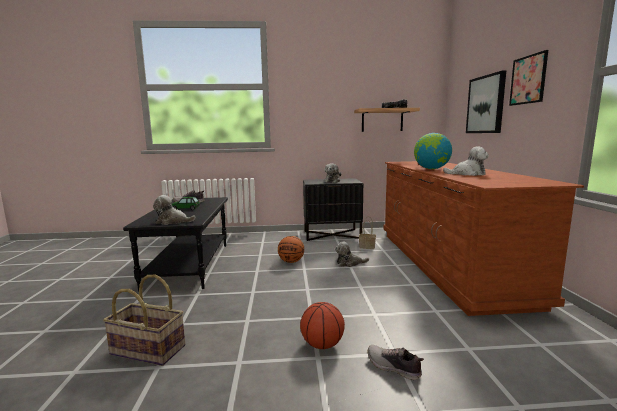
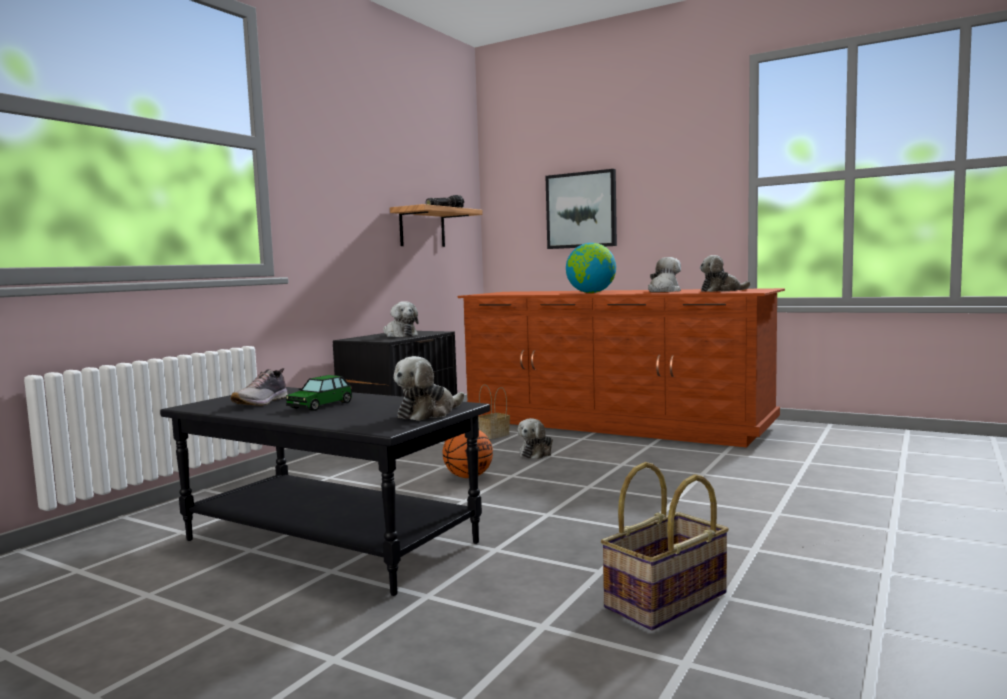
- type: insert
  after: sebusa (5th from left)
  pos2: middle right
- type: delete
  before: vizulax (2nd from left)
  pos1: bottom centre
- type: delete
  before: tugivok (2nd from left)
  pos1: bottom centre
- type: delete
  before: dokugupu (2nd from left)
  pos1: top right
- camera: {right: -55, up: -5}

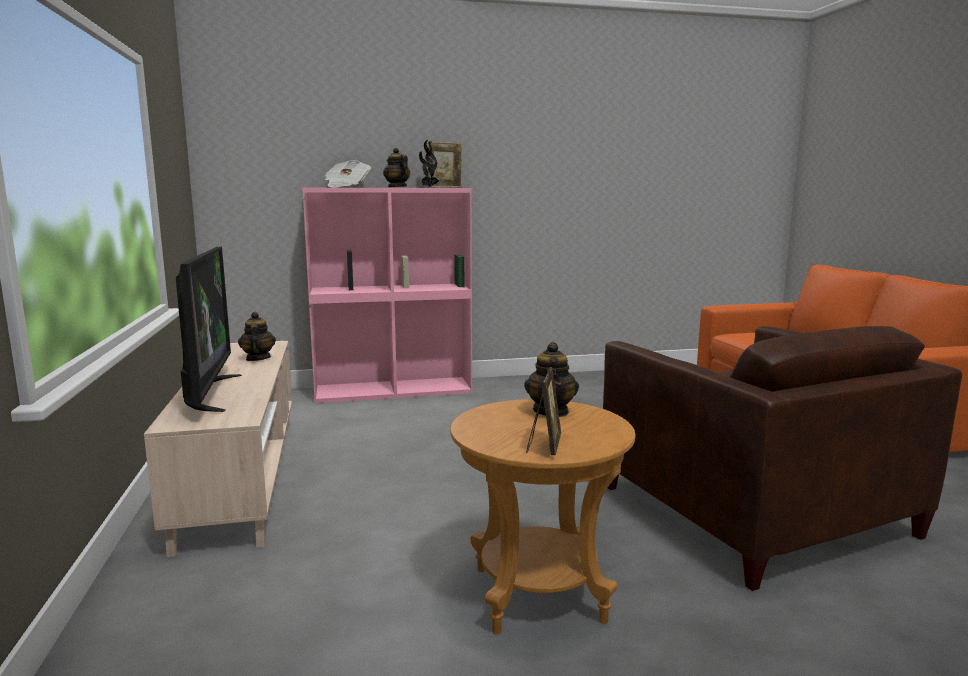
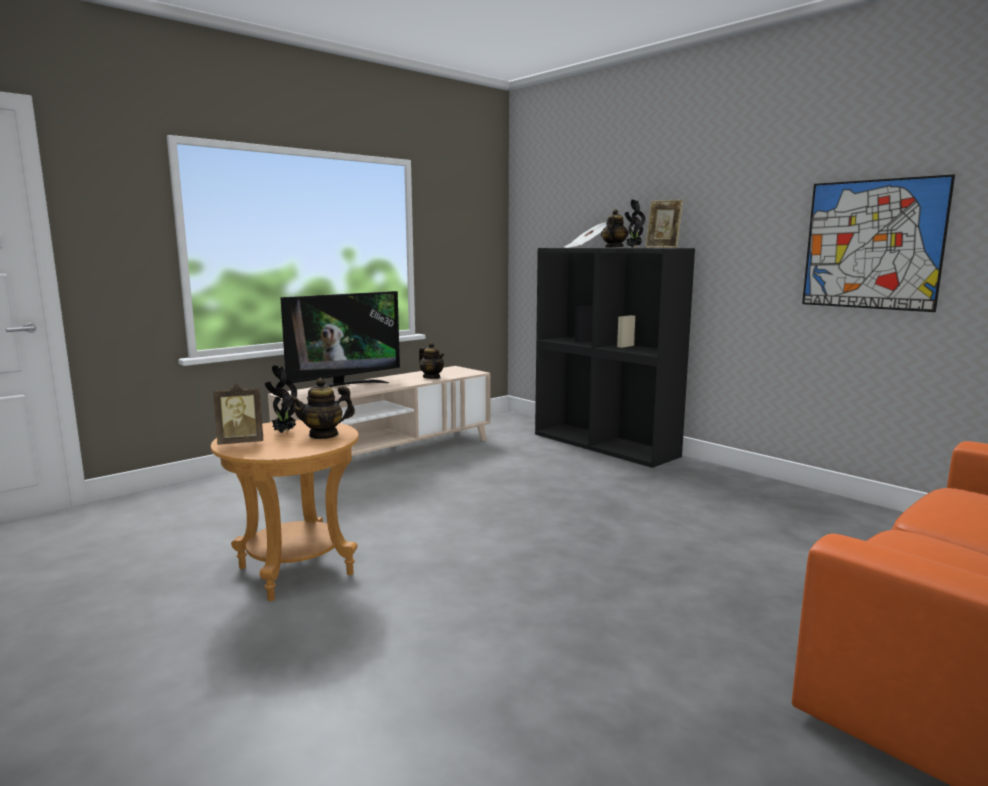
- type: insert
  after: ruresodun (1st from left)
  pos2: middle left
- type: rotate
  before: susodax (1st from left in the first image)
  pos1: middle left
  pos2: centre
  turn: 90
- type: recolor
  before: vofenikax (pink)
  after: vofenikax (black)
  pos1: centre
  pos2: centre
- type: insert
  after: dokugupu
  pos2: top right
- type: delete
  before: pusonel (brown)
  pos1: bottom right
- camera: {right: 60, up: 0}

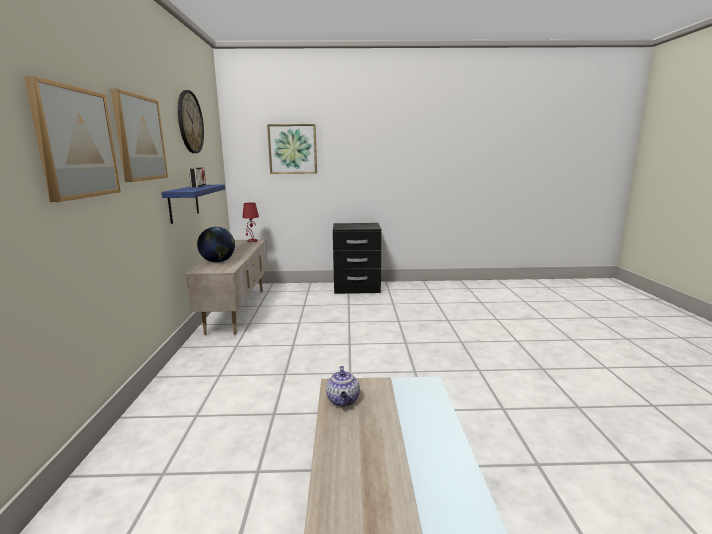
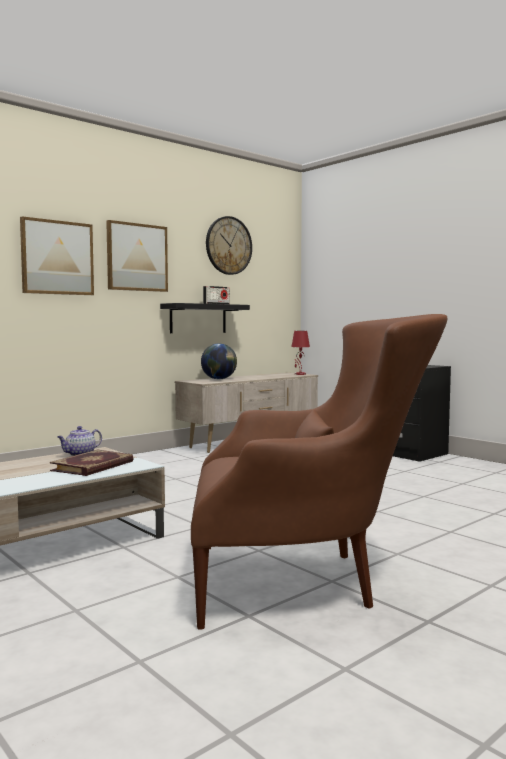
- type: insert
  after: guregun
  pos2: middle left
- type: recolor
  before: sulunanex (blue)
  after: sulunanex (black)
  pos1: middle left
  pos2: centre
- type: insert
  after: pusonel (brown)
  pos2: centre
- type: delete
  before: dokugupu (3rd from left)
  pos1: top centre
- camera: {right: 50, up: -10}

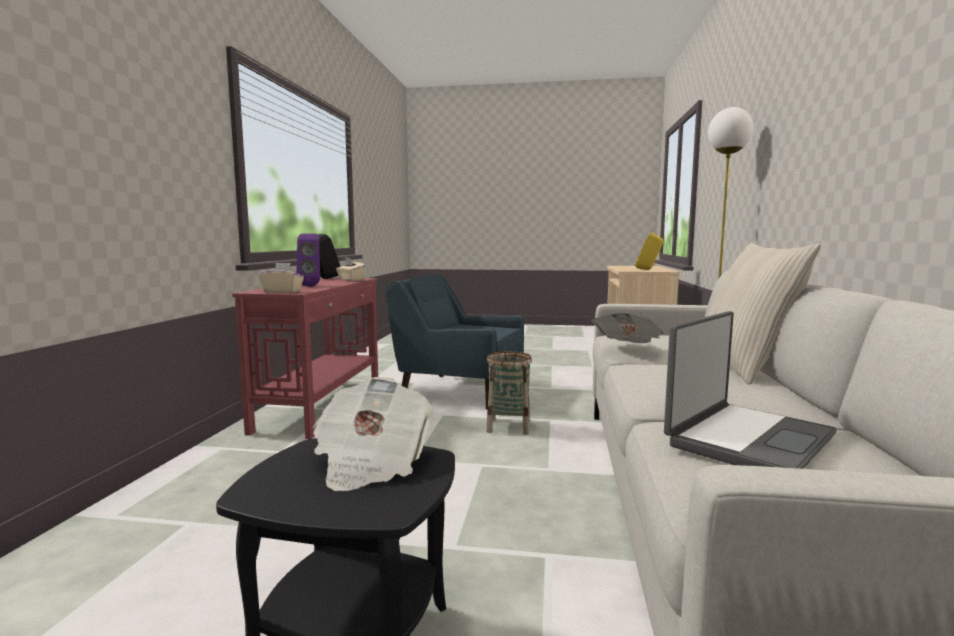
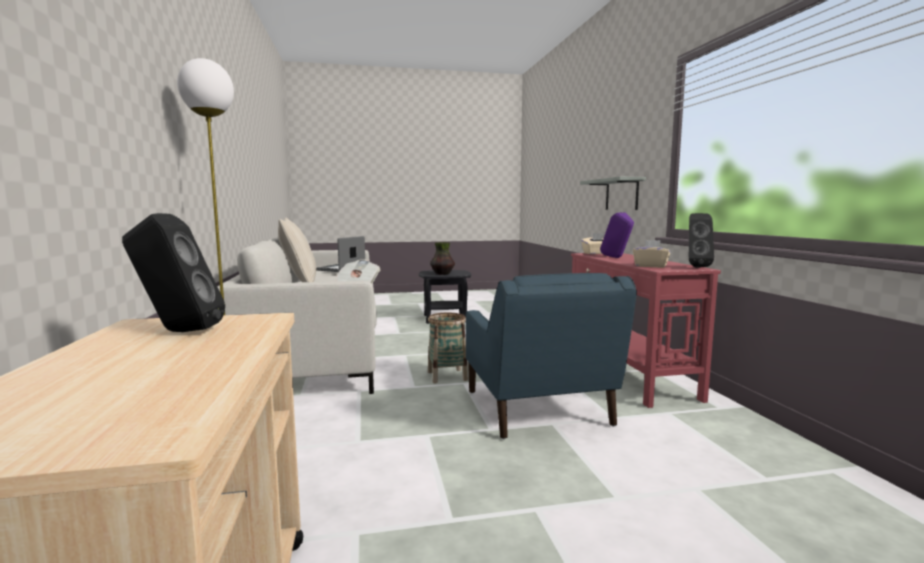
- type: recolor
  before: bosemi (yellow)
  after: bosemi (black) (1st from left)
  pos1: middle right
  pos2: middle left
- type: replace
  before: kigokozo (1st from left)
  after: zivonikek
  pos1: bottom centre
  pos2: centre
- type: rotate
  before: pusonel (blue)
  pos1: centre
  pos2: centre
  turn: 75
- type: insert
  after: sulunanex (grey)
  pos2: centre
- camera: {right: 160, up: 0}

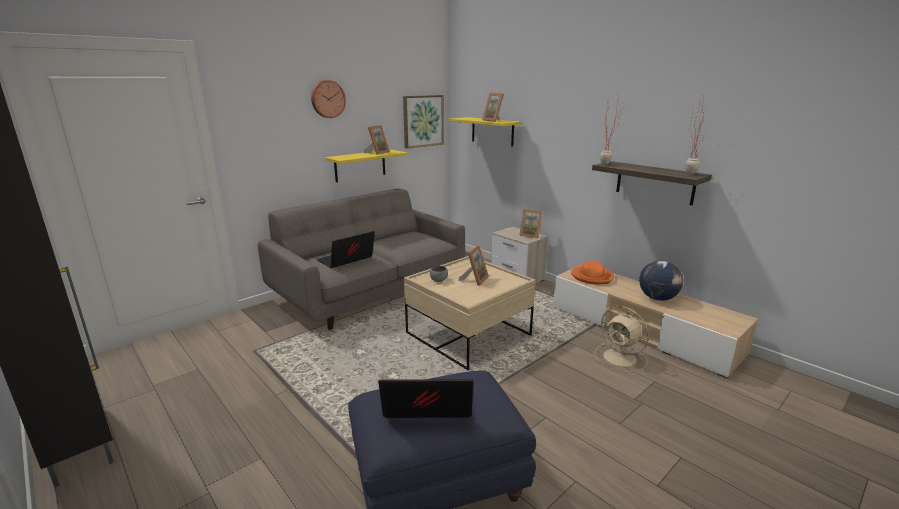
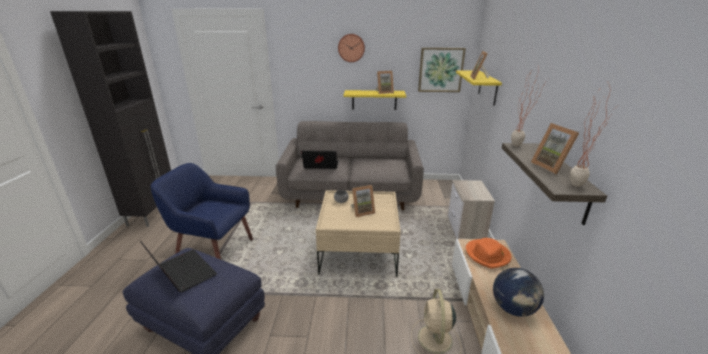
- type: insert
  after: pusonel (blue)
  pos2: middle left
- type: move
  before: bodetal (4th from left)
  pos1: centre
  pos2: middle right
- camera: {right: 45, up: 5}

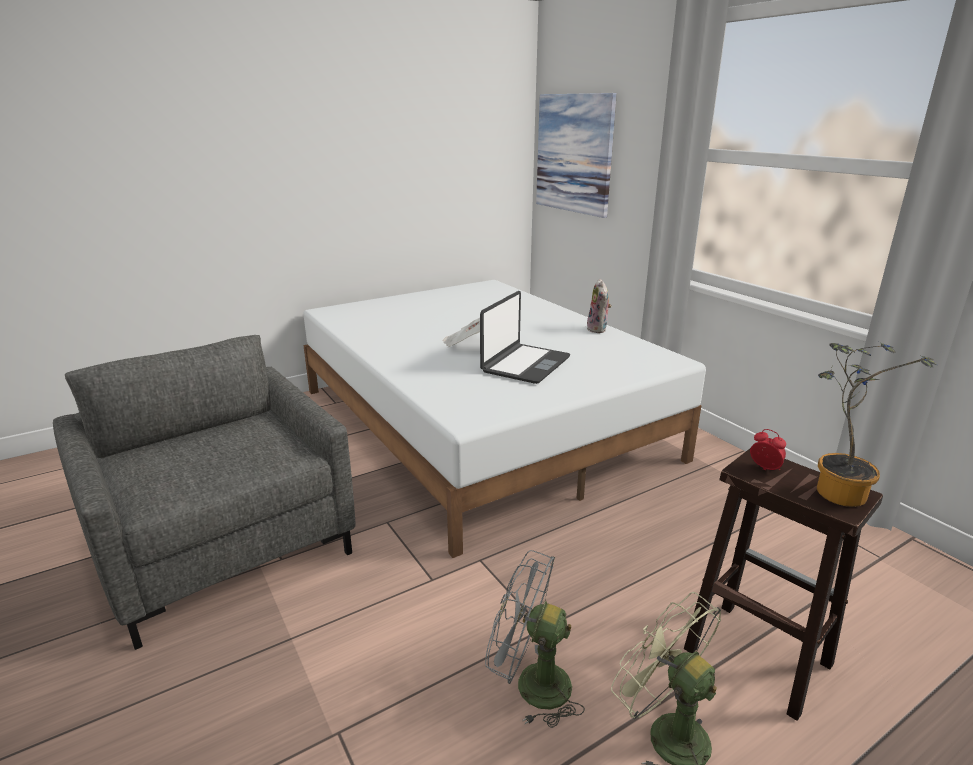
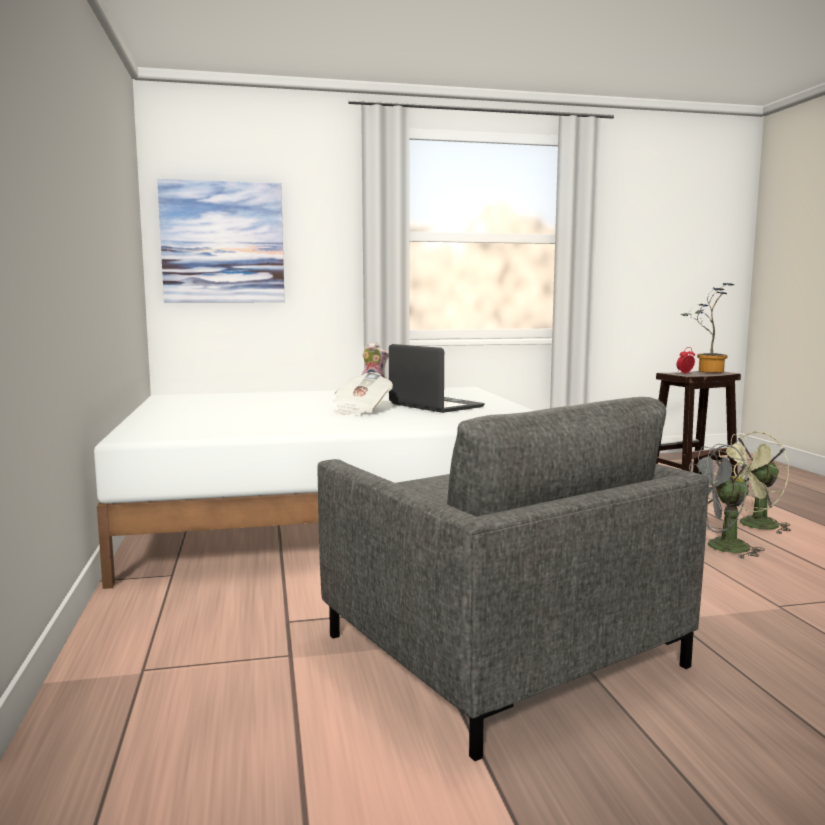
- type: rotate
  before: pusonel (grey)
  pos1: middle left
  pos2: bottom centre
  turn: -105
- type: rotate
  before: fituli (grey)
  pos1: bottom centre
  pos2: middle right
  turn: 45
- camera: {right: -70, up: -15}

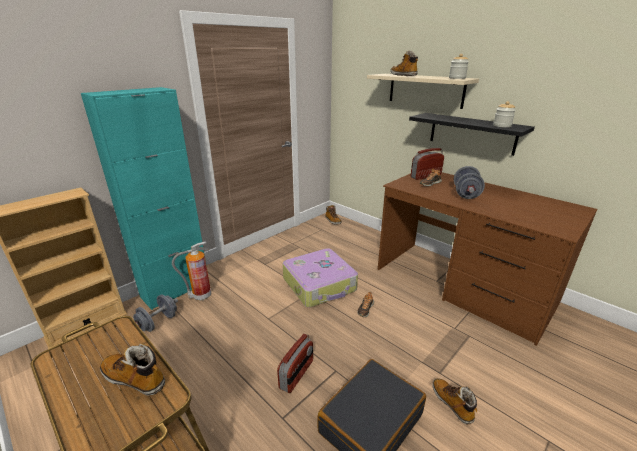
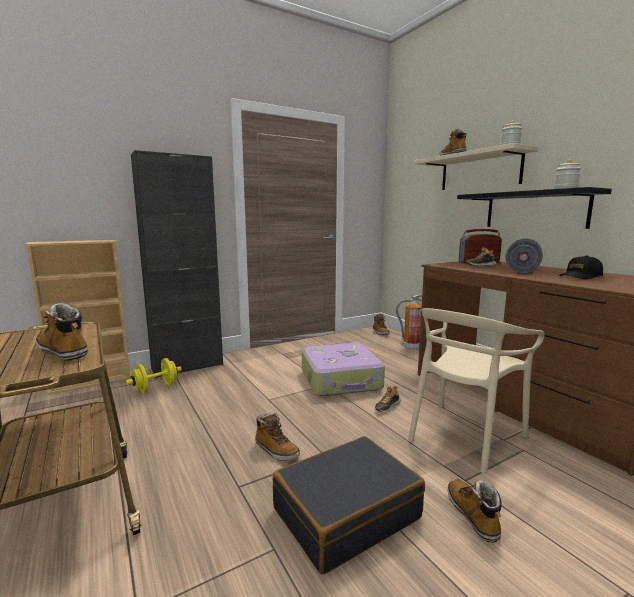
- type: recolor
  before: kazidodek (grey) (1st from left)
  after: kazidodek (yellow)
  pos1: bottom left
  pos2: middle left
- type: recolor
  before: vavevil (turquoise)
  after: vavevil (black)
  pos1: middle left
  pos2: middle left
- type: replace
  before: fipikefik (1st from left)
  after: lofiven (2nd from left)
  pos1: bottom centre
  pos2: bottom centre
- type: move
  before: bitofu
  pos1: middle left
  pos2: centre
- type: insert
  after: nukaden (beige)
  pos2: middle right
- type: insert
  after: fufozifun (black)
  pos2: middle right
- camera: {right: 15, up: -15}

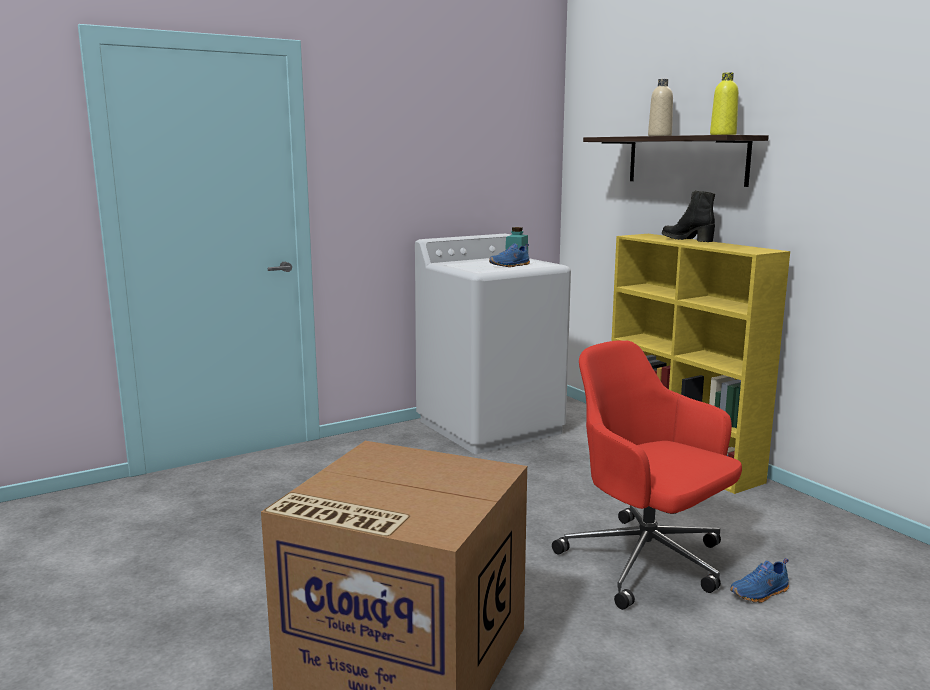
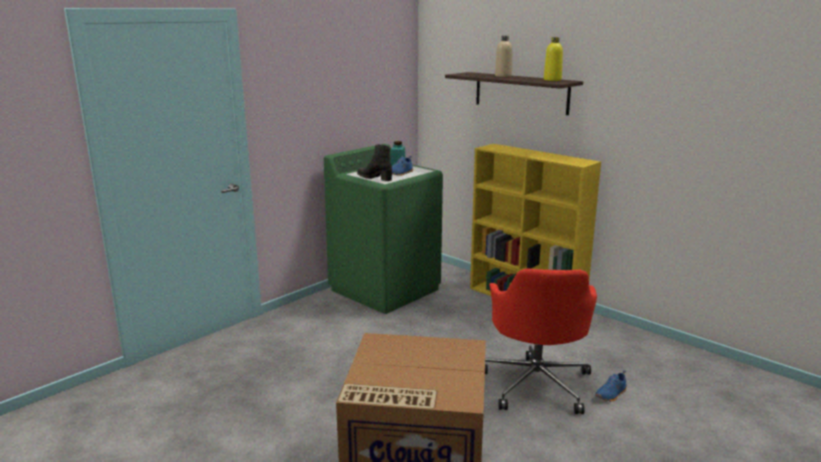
- type: recolor
  before: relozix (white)
  after: relozix (green)
  pos1: centre
  pos2: centre
- type: move
  before: lofiven (black)
  pos1: top right
  pos2: centre
- type: rotate
  before: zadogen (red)
  pos1: bottom right
  pos2: bottom centre
  turn: -120
- camera: {right: -15, up: 5}

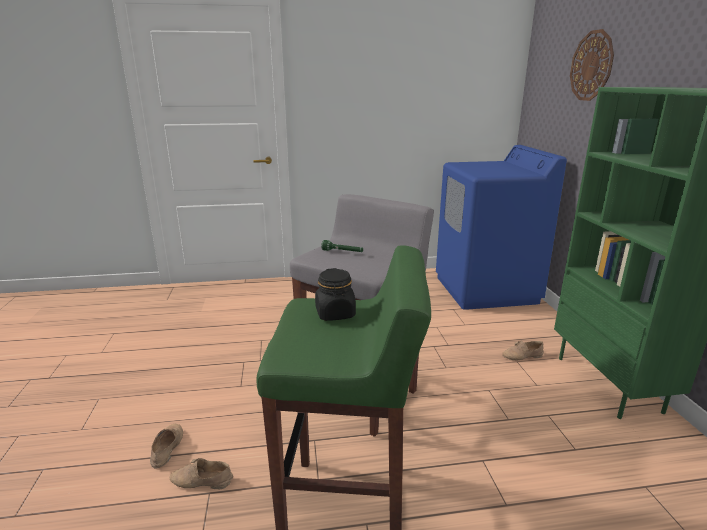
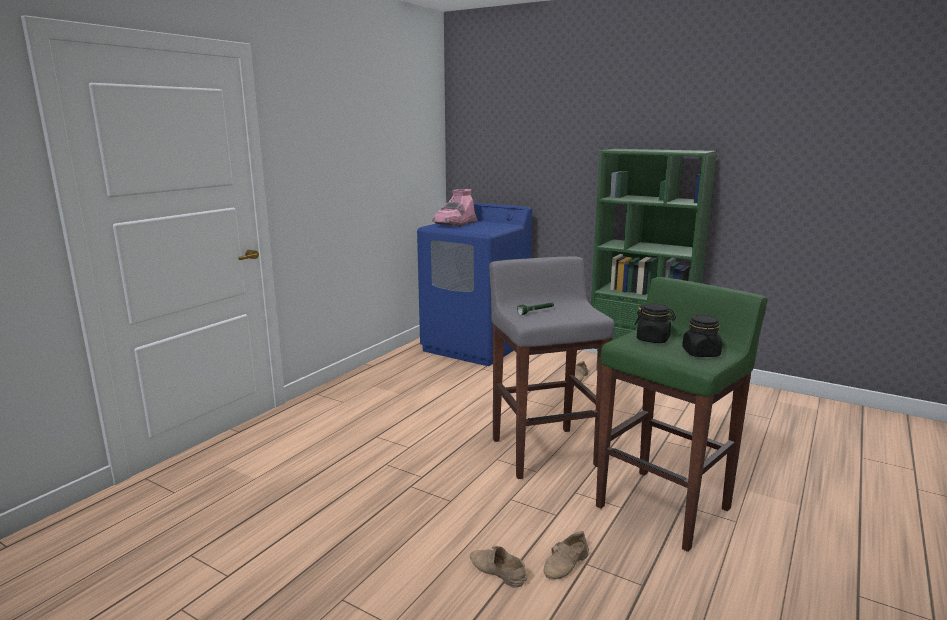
- type: insert
  after: lofiven (pink)
  pos2: centre
- type: insert
  after: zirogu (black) (2nd from left)
  pos2: middle right
- type: delete
  before: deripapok
  pos1: top right
- camera: {right: -50, up: -5}

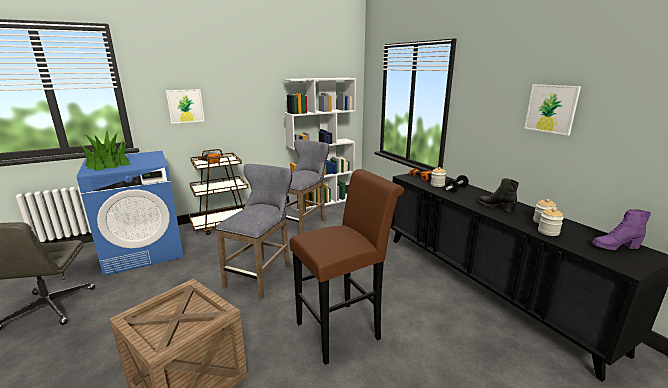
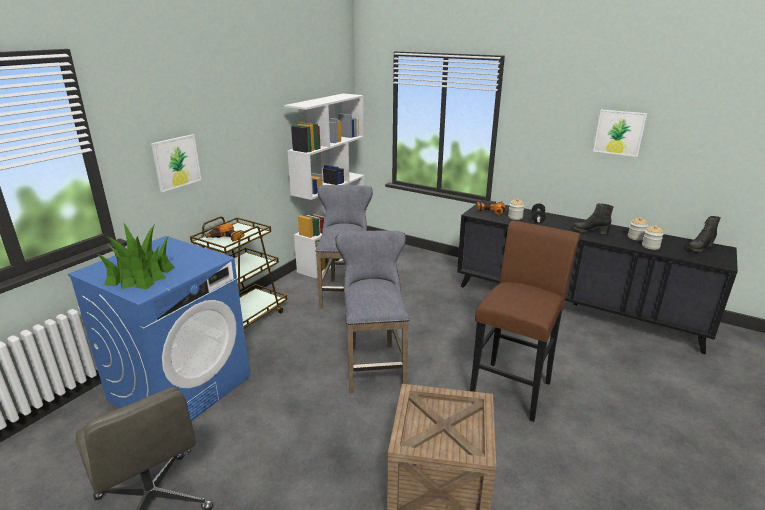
- type: recolor
  before: lofiven (purple)
  after: lofiven (black) (2nd from left)
  pos1: middle right
  pos2: middle right
- camera: {right: -30, up: 5}

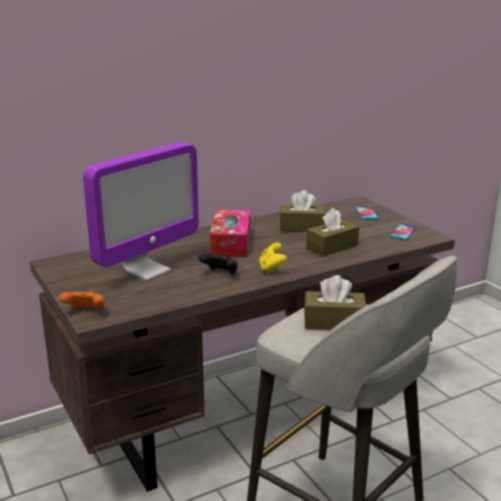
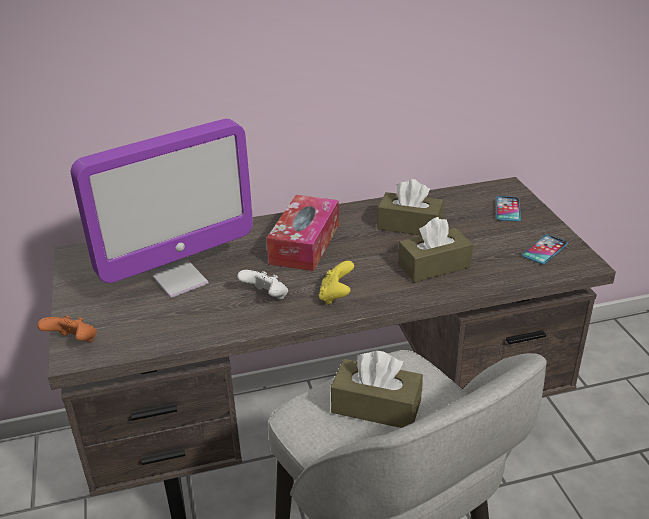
- type: recolor
  before: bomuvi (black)
  after: bomuvi (white)
  pos1: centre
  pos2: centre
- camera: {right: 15, up: 10}

